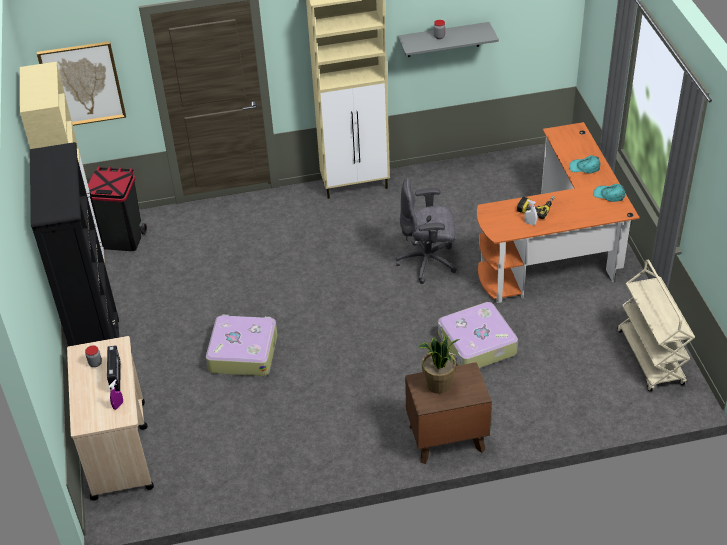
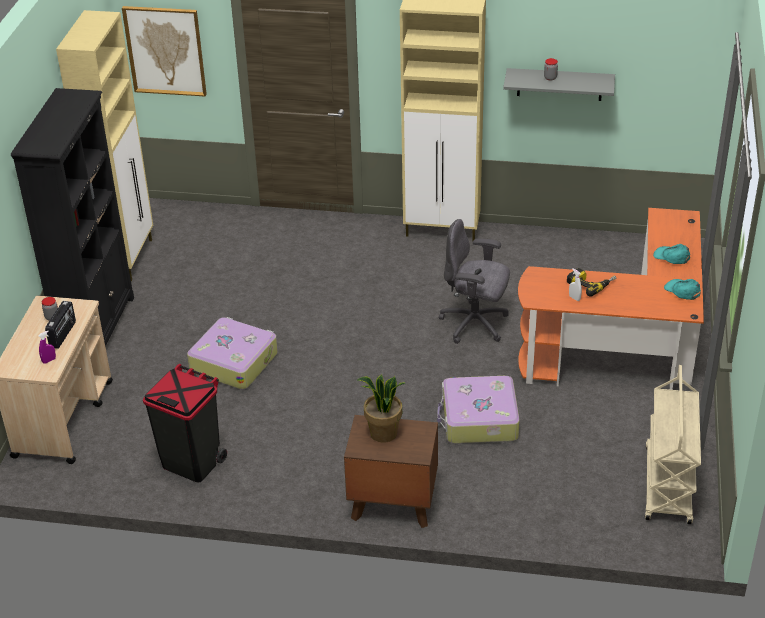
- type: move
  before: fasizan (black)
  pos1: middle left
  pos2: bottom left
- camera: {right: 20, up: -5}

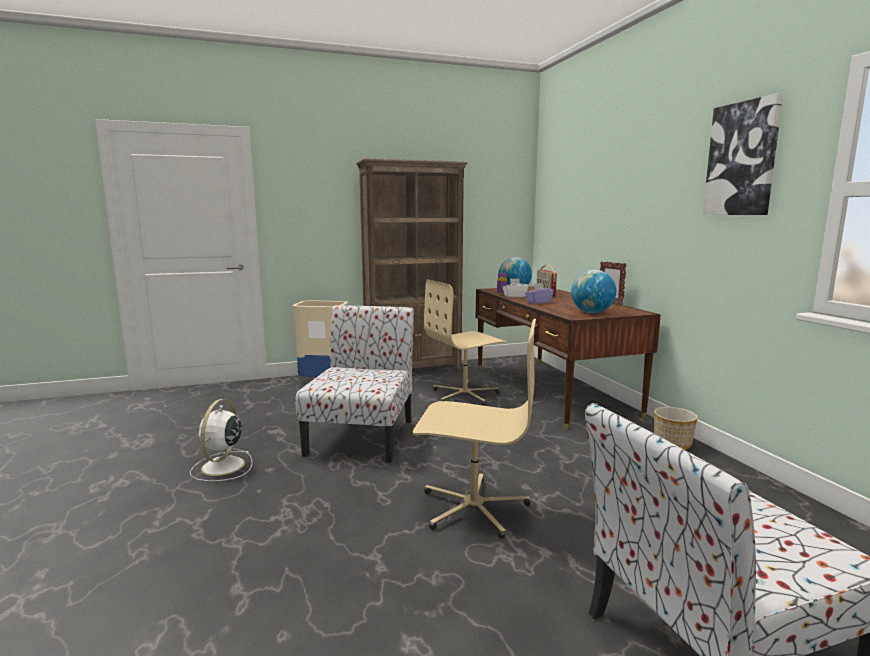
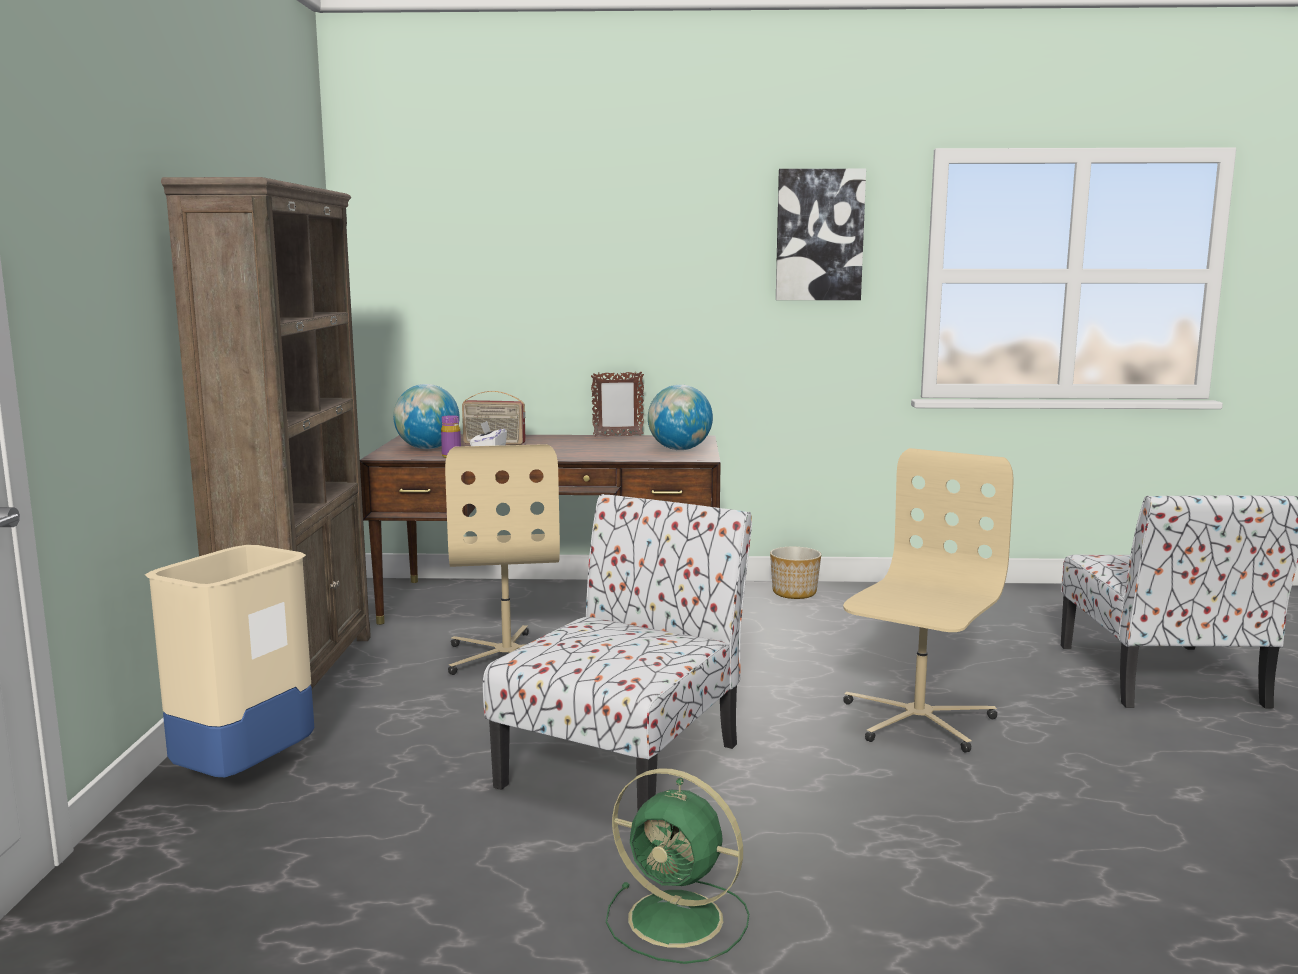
- type: rotate
  before: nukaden (1st from left)
  pos1: centre
  pos2: bottom centre
  turn: 90
- type: recolor
  before: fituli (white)
  after: fituli (green)
  pos1: bottom left
  pos2: bottom centre
- type: delete
  before: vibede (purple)
  pos1: centre
- camera: {right: -70, up: 0}

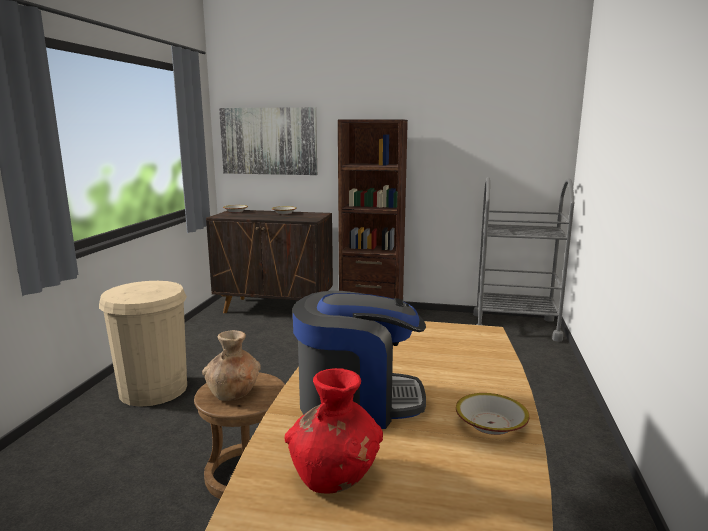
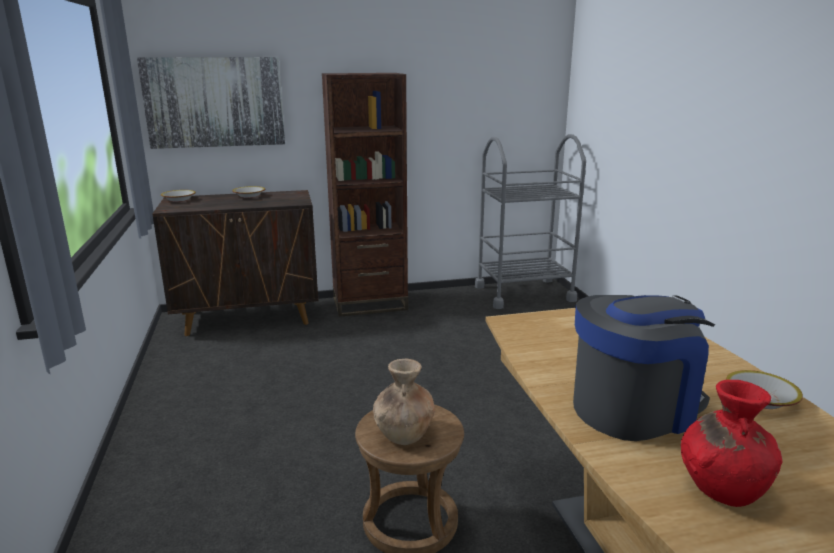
- type: delete
  before: fasizan (beige)
  pos1: middle left
- camera: {right: -25, up: 5}

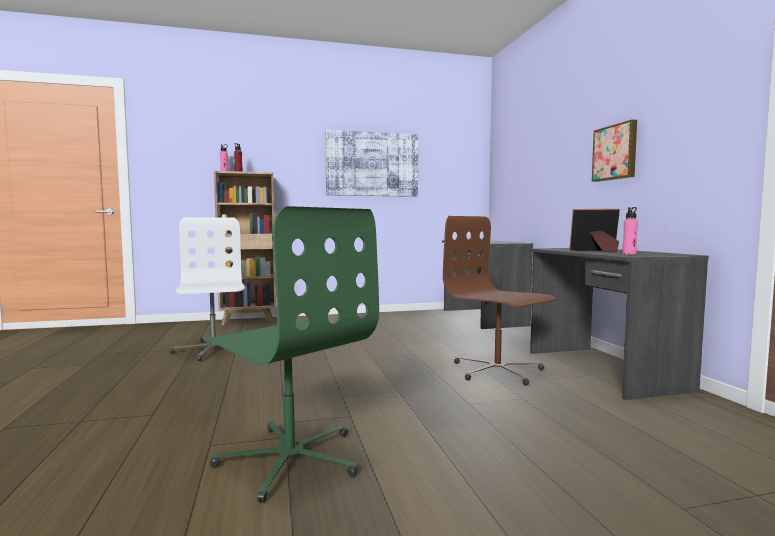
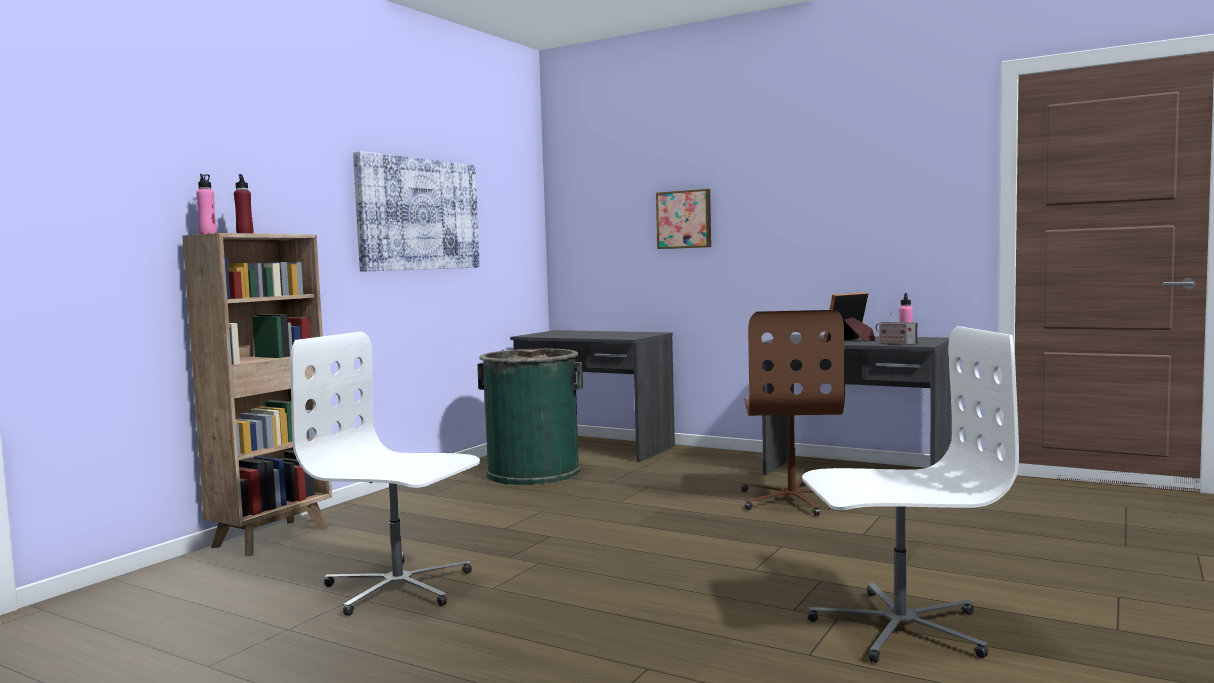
- type: insert
  after: fasizan (green)
  pos2: centre
- type: move
  before: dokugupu (2nd from left)
  pos1: top right
  pos2: top centre
- type: rotate
  before: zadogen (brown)
  pos1: centre
  pos2: centre
  turn: -90
- type: recolor
  before: zadogen (green)
  after: zadogen (white) (2nd from left)
  pos1: centre
  pos2: bottom right
- type: insert
  after: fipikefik
  pos2: middle right
- camera: {right: -45, up: 0}

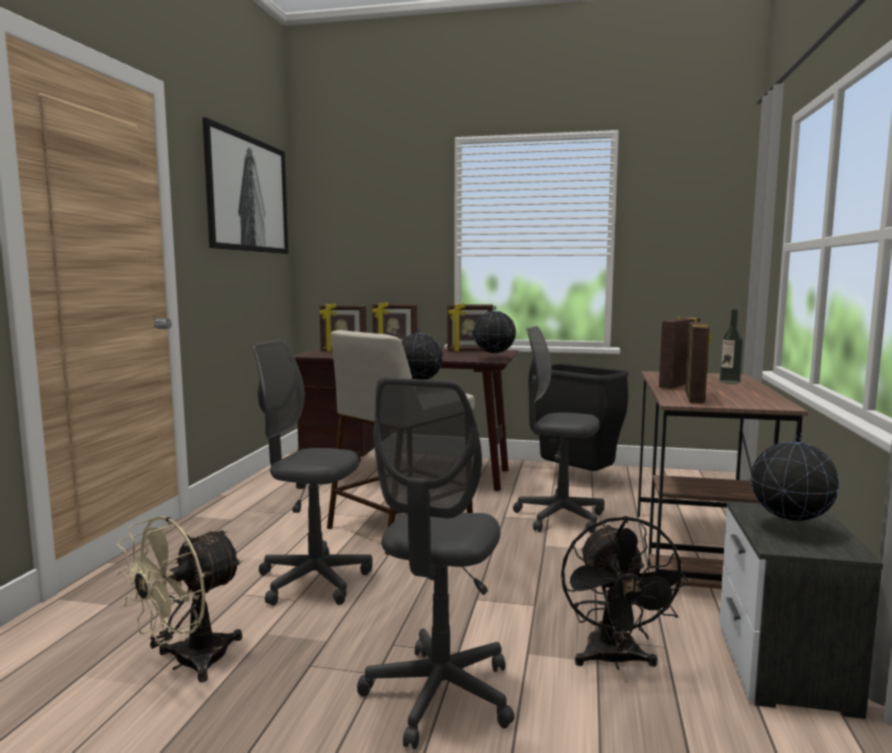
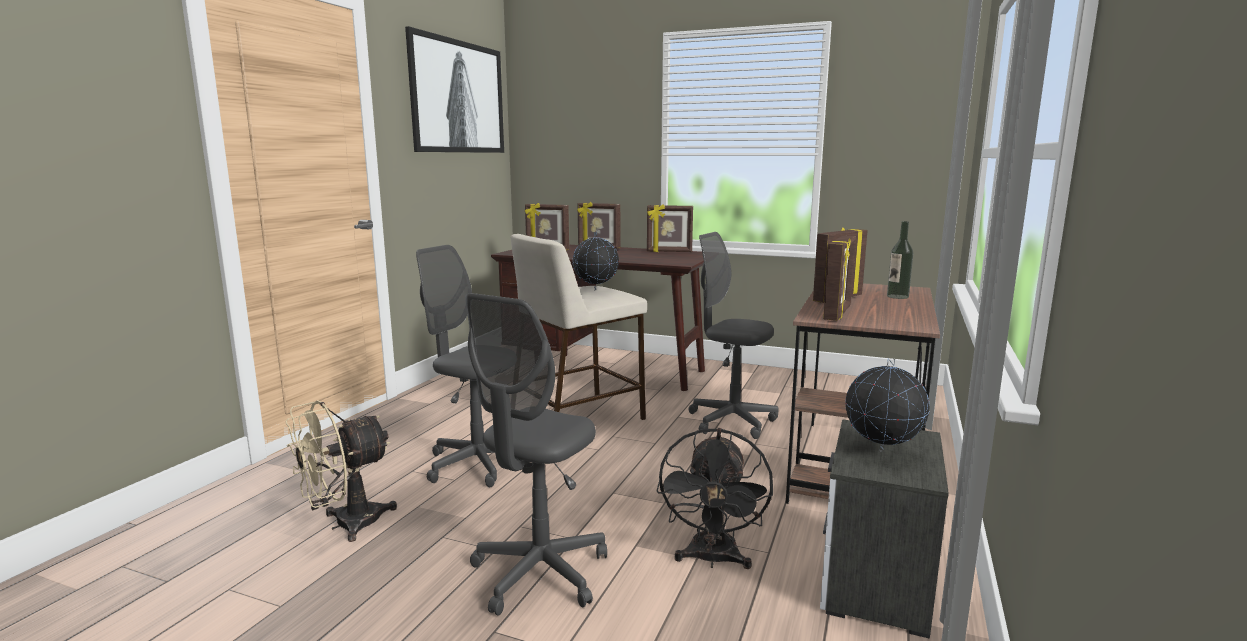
- type: delete
  before: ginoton (2nd from left)
  pos1: centre
- type: delete
  before: fasizan (black)
  pos1: centre
- camera: {right: 10, up: 5}

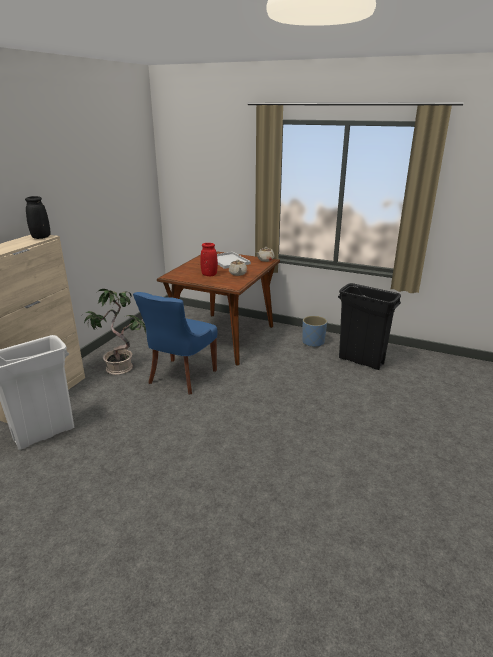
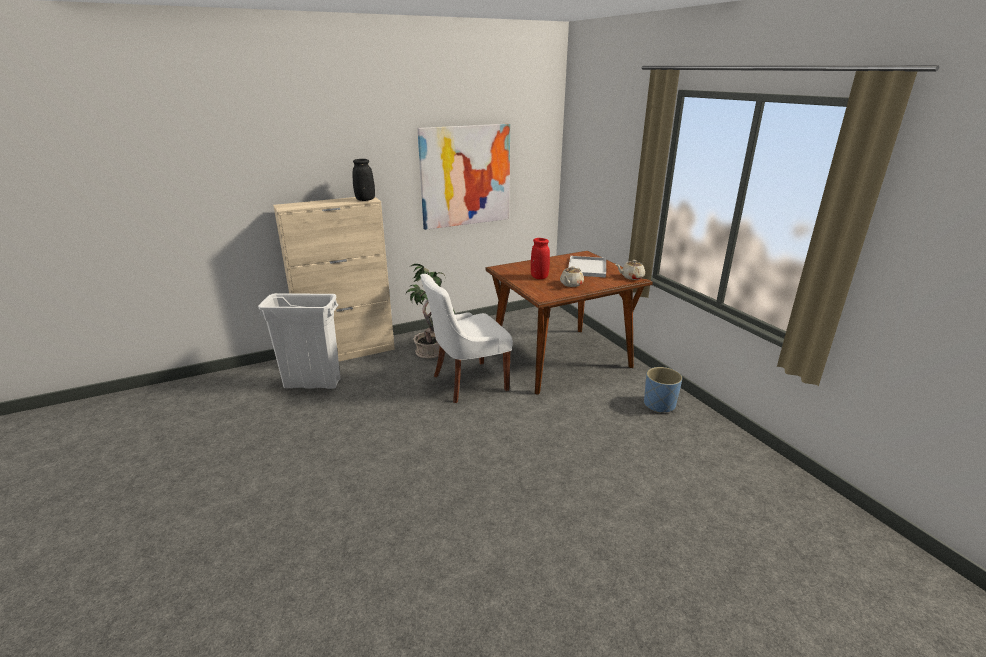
- type: insert
  after: dokugupu
  pos2: top centre
- type: recolor
  before: nukaden (blue)
  after: nukaden (white)
  pos1: centre
  pos2: centre
- type: delete
  before: fasizan (black)
  pos1: middle right
- camera: {right: 40, up: 0}

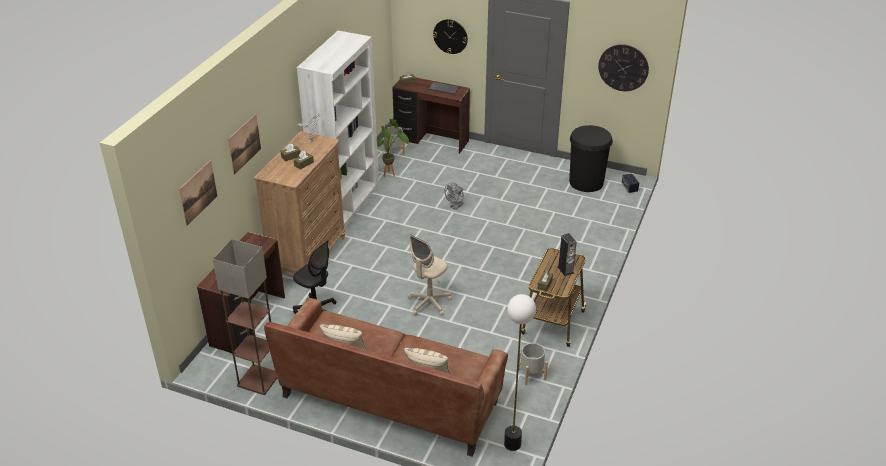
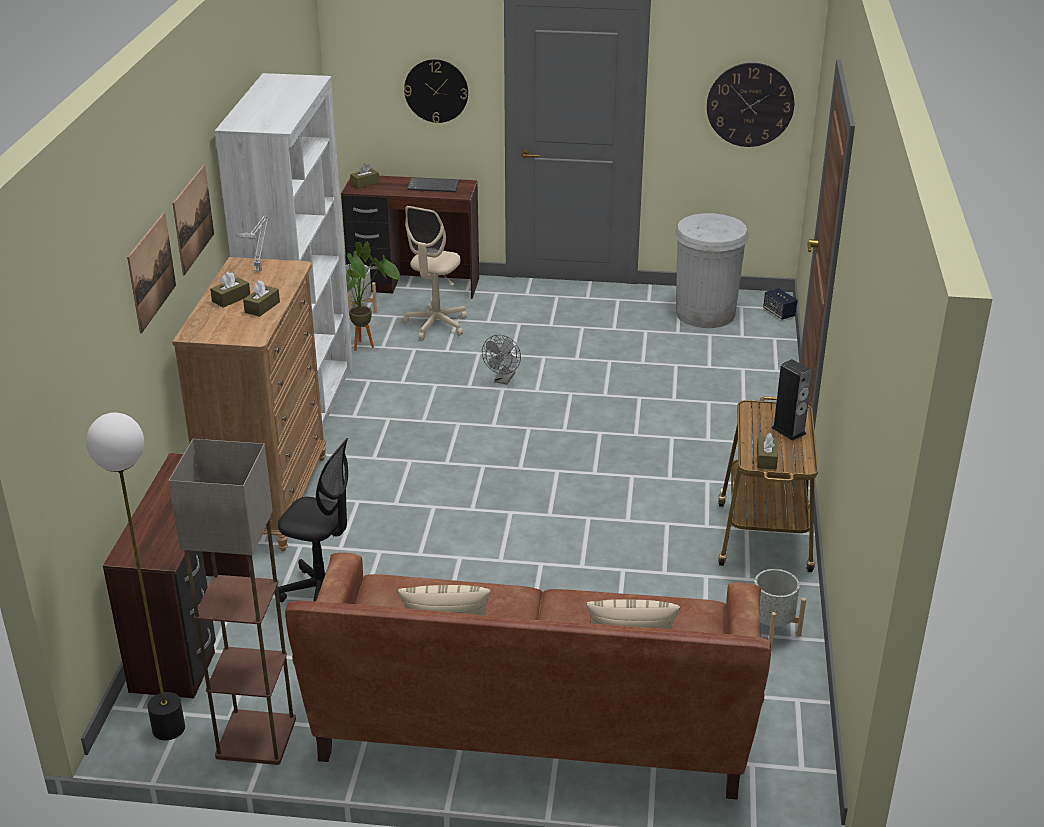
- type: move
  before: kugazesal (2nd from left in the first image)
  after: kugazesal (1st from left)
  pos1: bottom centre
  pos2: bottom left
- type: move
  before: dokugupu (1st from left in the first image)
  after: dokugupu (2nd from left)
  pos1: middle left
  pos2: top left
- type: move
  before: zadogen (beige)
  pos1: centre
  pos2: top centre
- type: recolor
  before: fasizan (black)
  after: fasizan (white)
  pos1: middle right
  pos2: top right
- camera: {right: -15, up: -5}

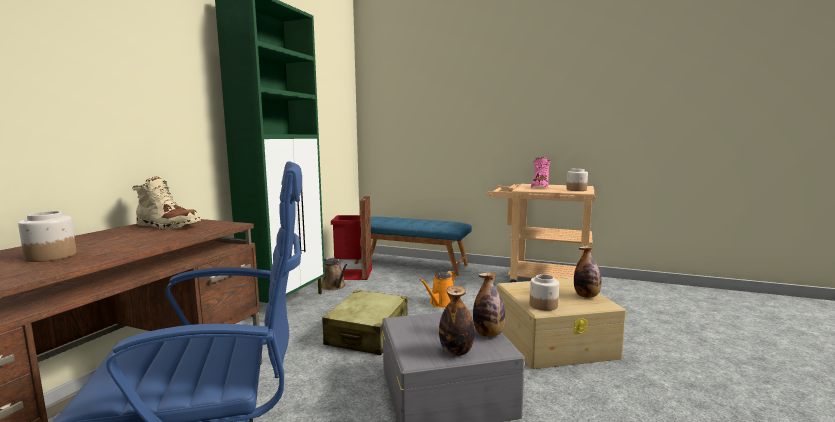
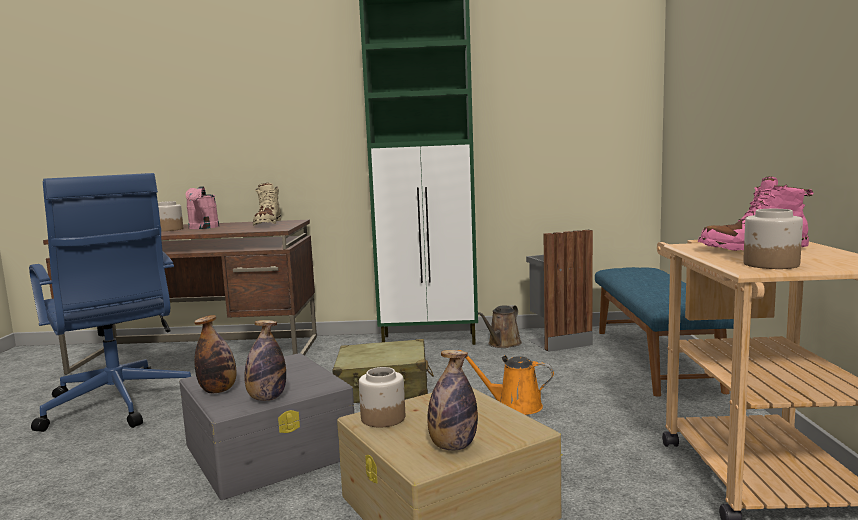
- type: insert
  after: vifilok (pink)
  pos2: middle left
- type: recolor
  before: fasizan (red)
  after: fasizan (grey)
  pos1: centre
  pos2: centre
- camera: {right: 70, up: 0}

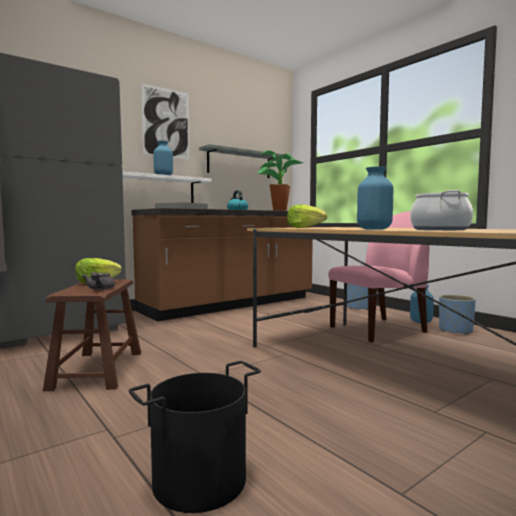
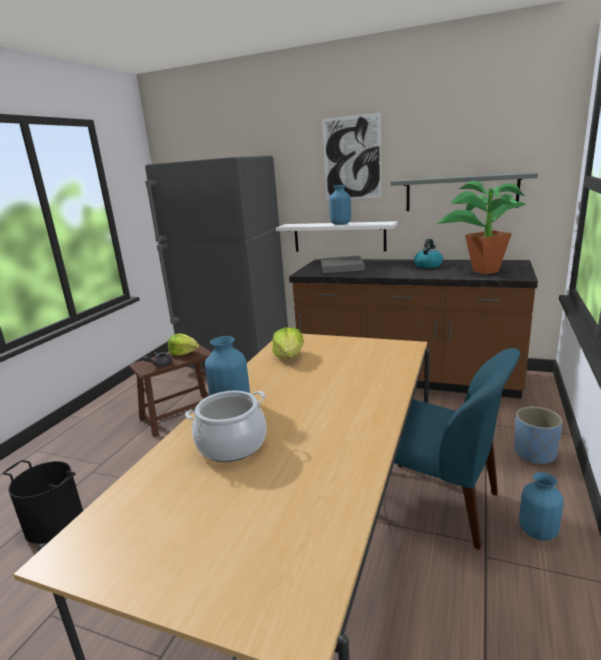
- type: recolor
  before: nukaden (pink)
  after: nukaden (blue)
  pos1: middle right
  pos2: bottom right
- type: delete
  before: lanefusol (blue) (2nd from left)
  pos1: middle right
- camera: {right: 60, up: 15}

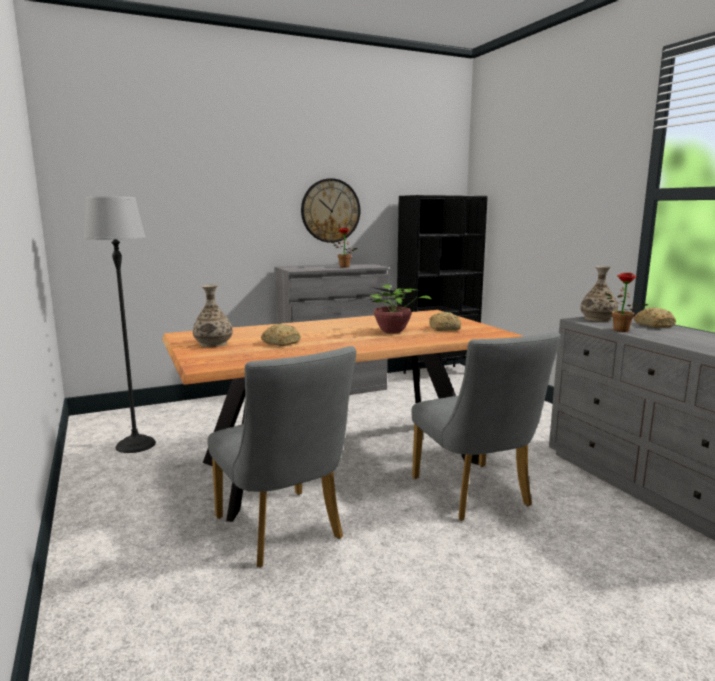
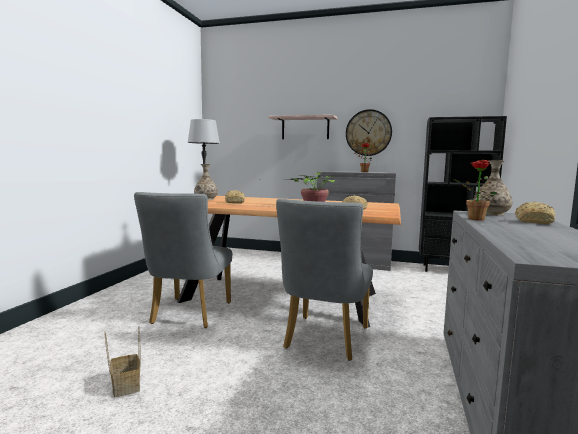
- type: insert
  after: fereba
  pos2: bottom left
- type: insert
  after: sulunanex
  pos2: top centre
- camera: {right: 40, up: -5}

